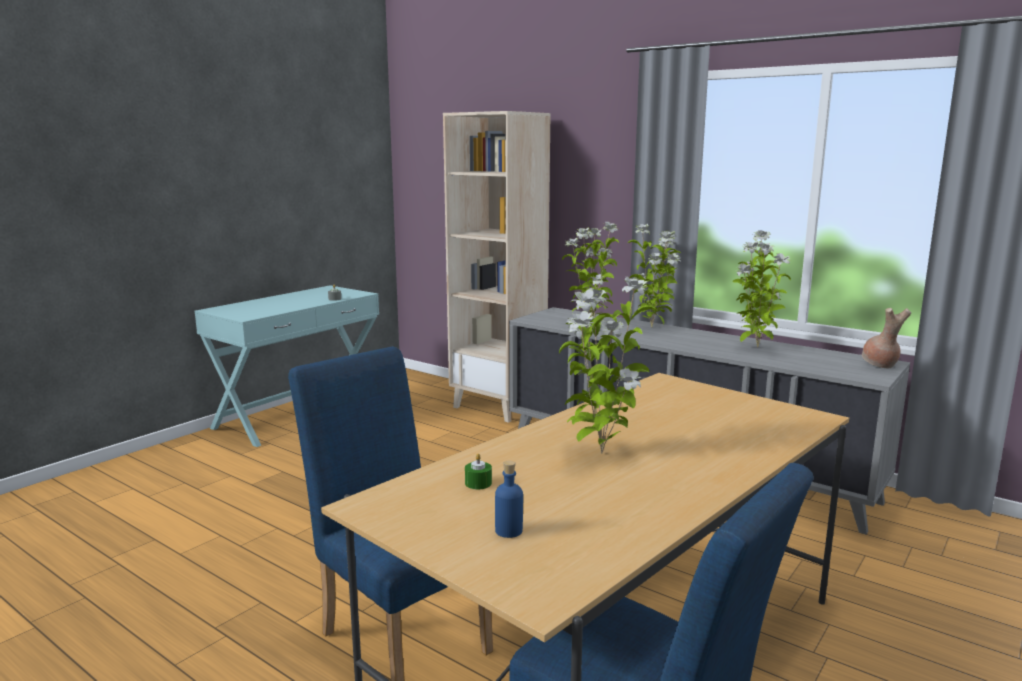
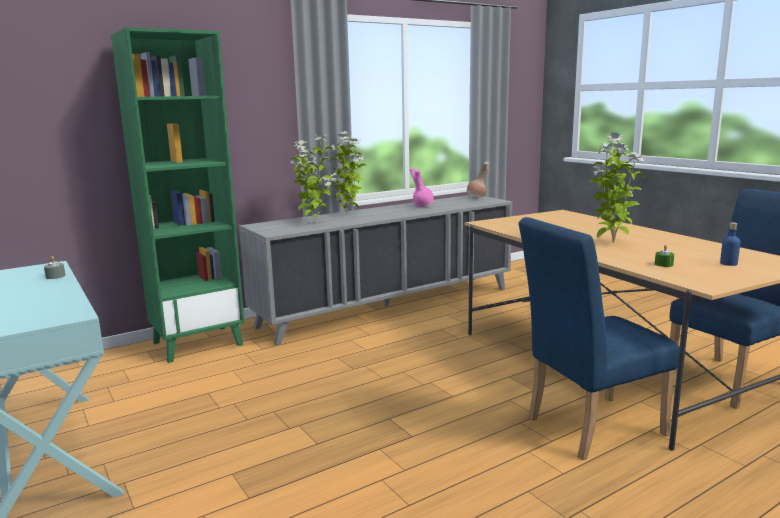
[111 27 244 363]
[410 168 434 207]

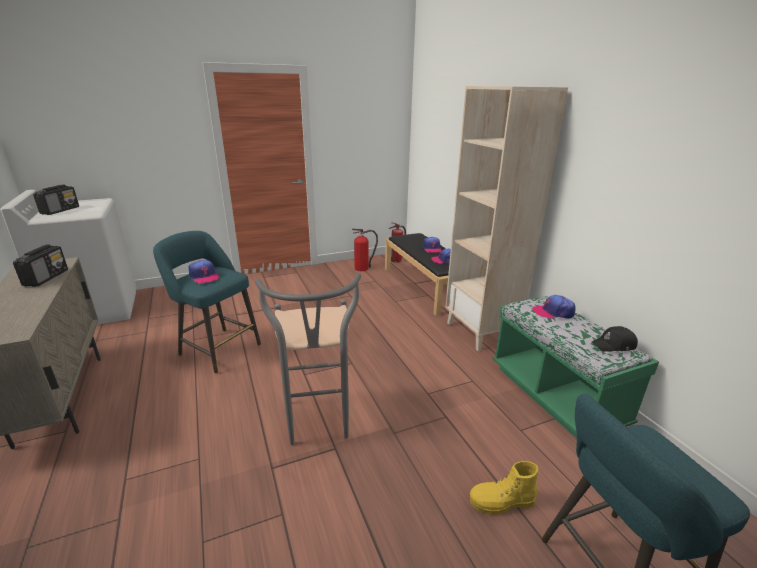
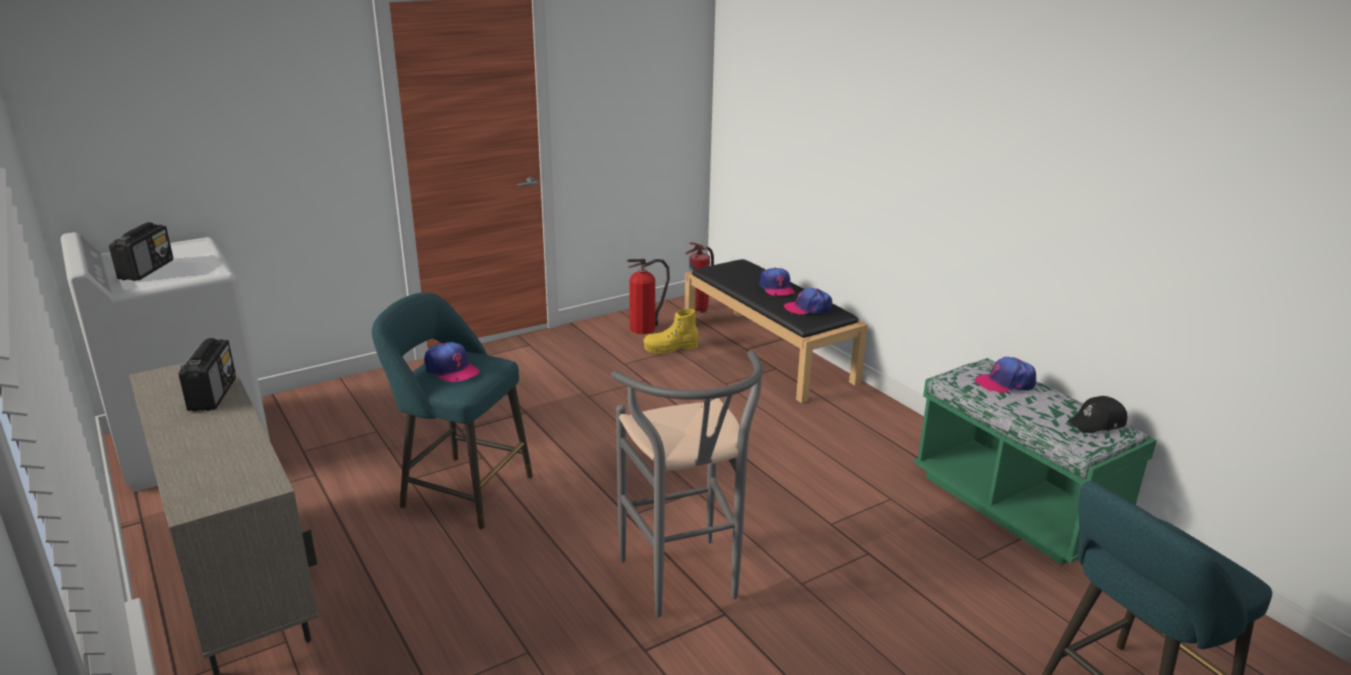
[643 309 699 354]
[445 86 568 352] (first image)

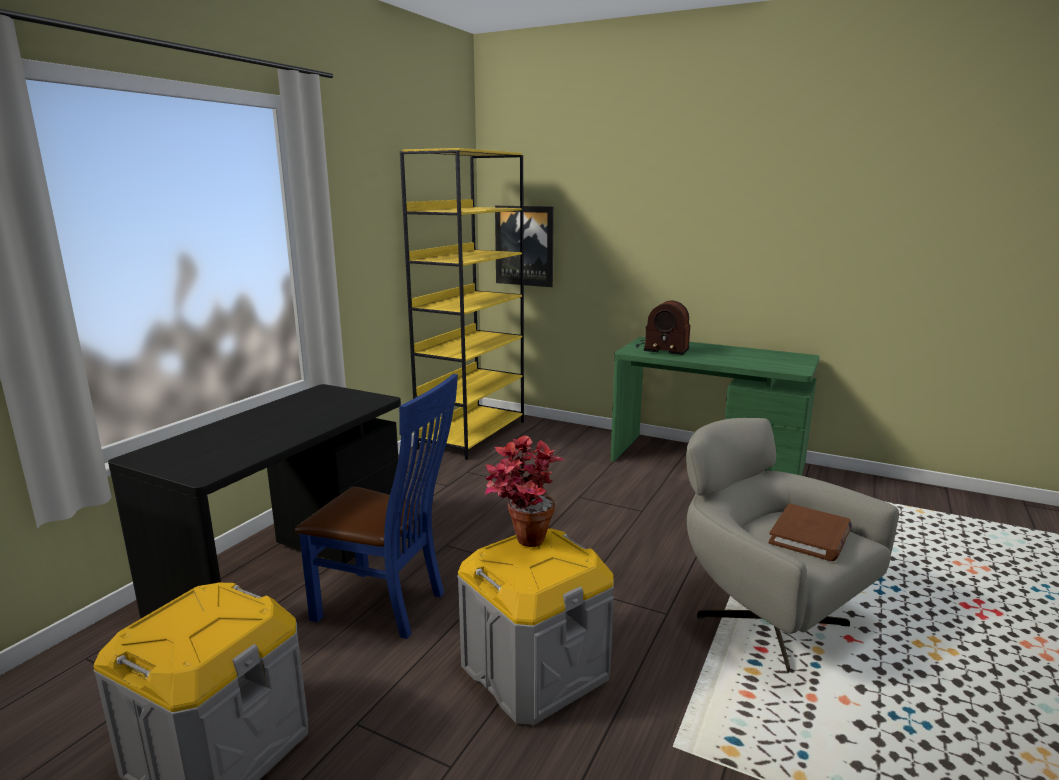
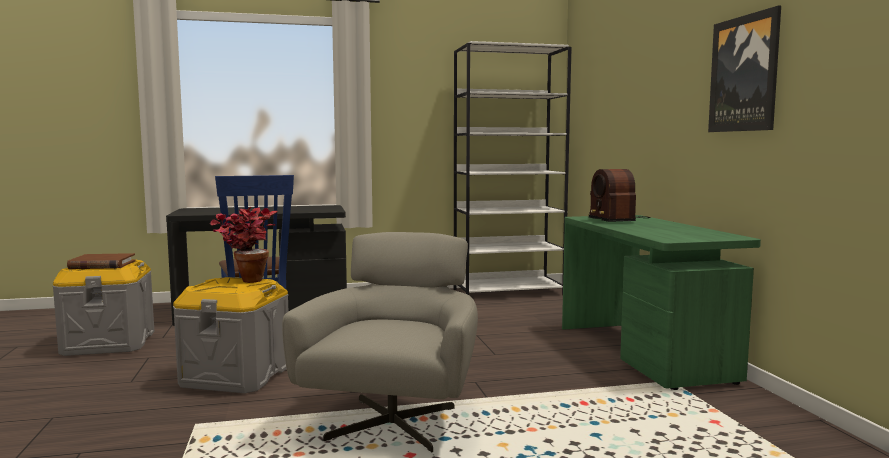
[67 253 135 269]
[454 41 572 296]
[708 6 781 132]

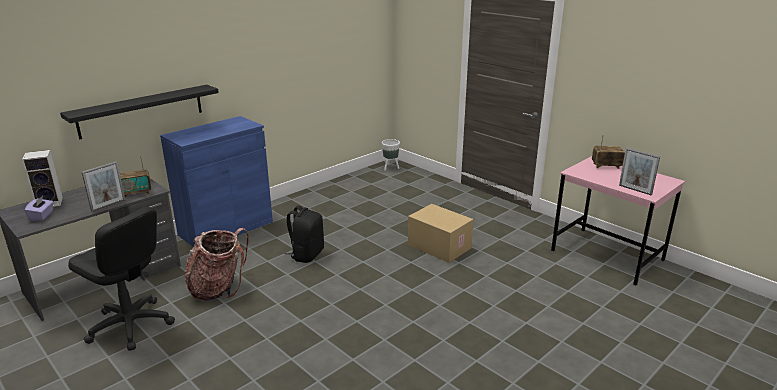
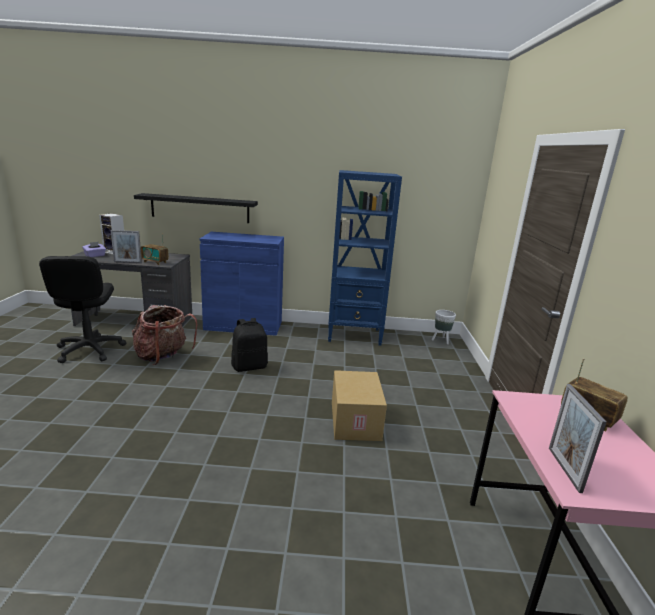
[328 170 402 346]

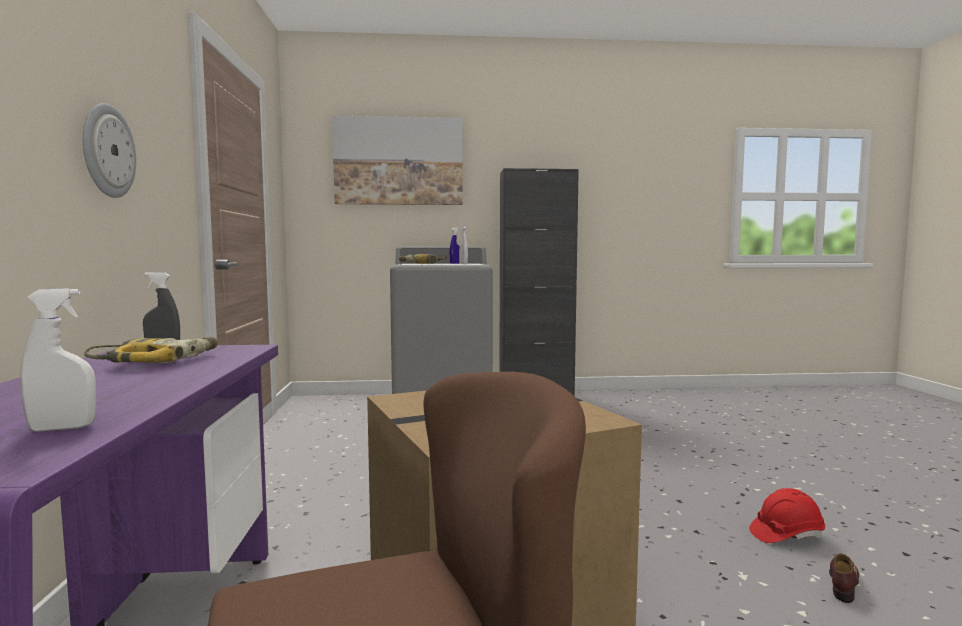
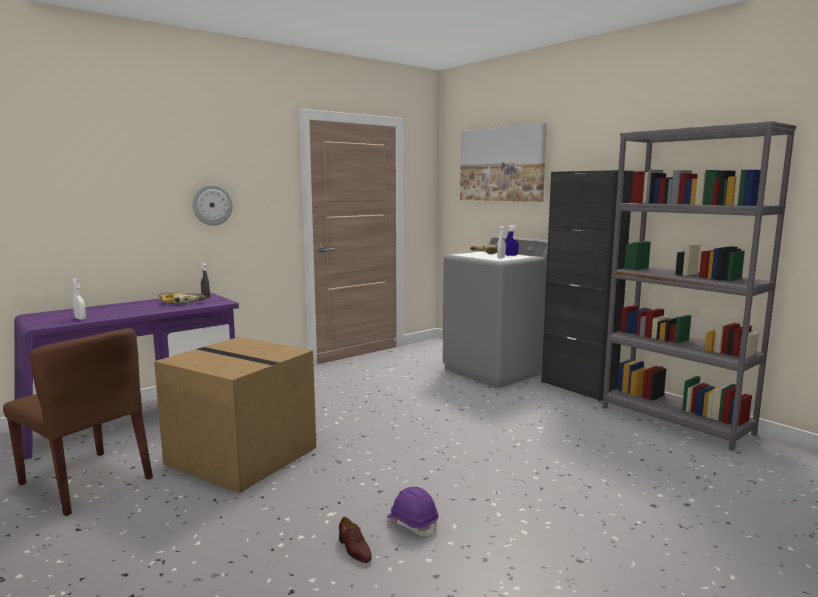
[339 517 372 563]
[387 487 439 536]
[602 121 796 451]

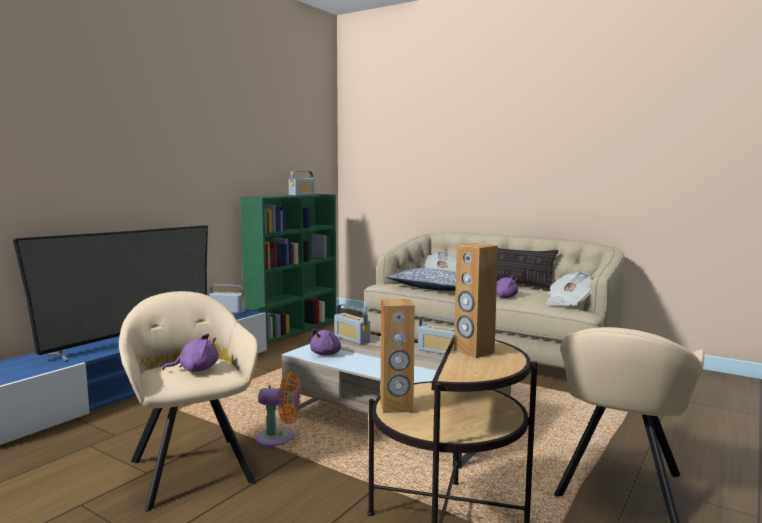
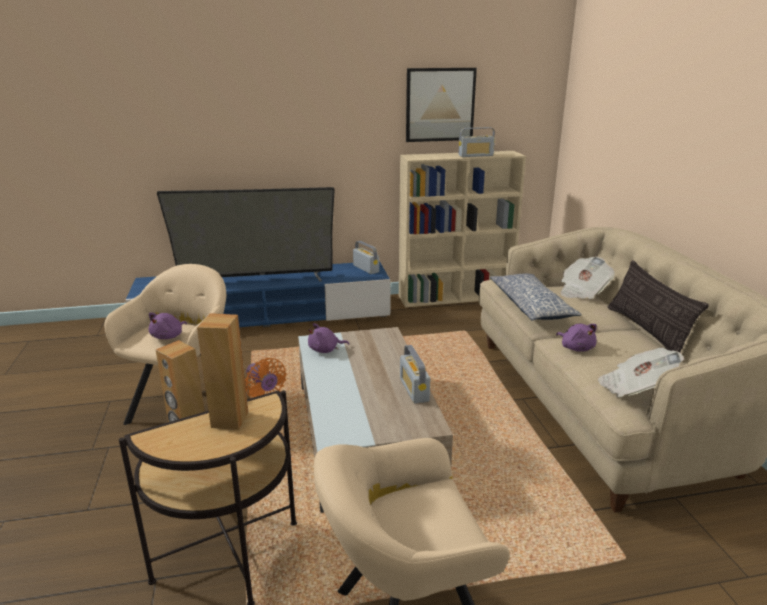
[149 312 187 339]
[399 151 526 307]
[406 68 477 142]
[334 304 370 345] (first image)

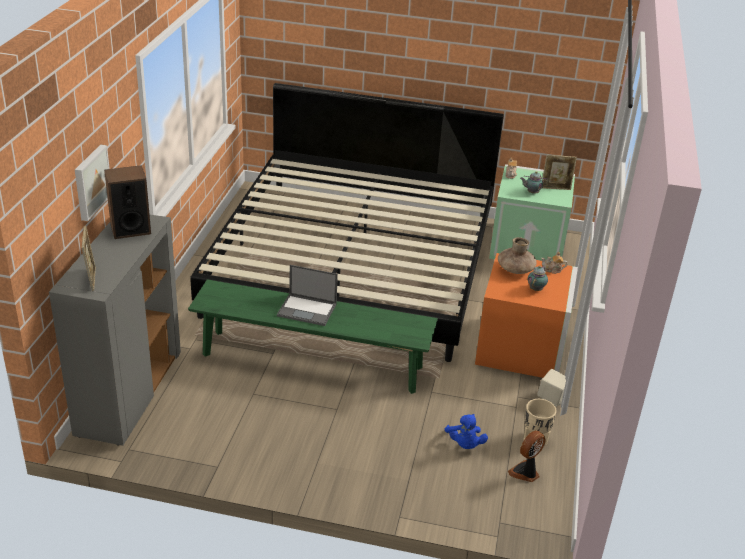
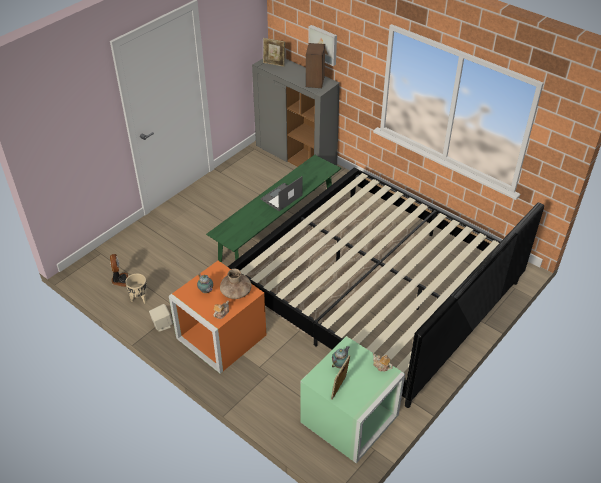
[445 414 488 449] (first image)

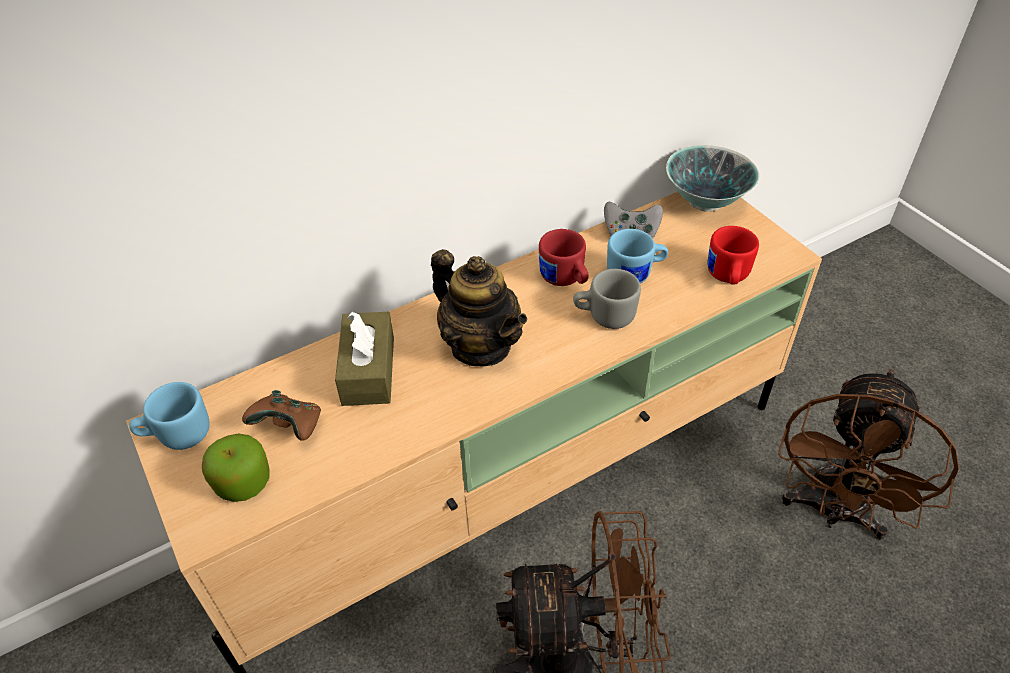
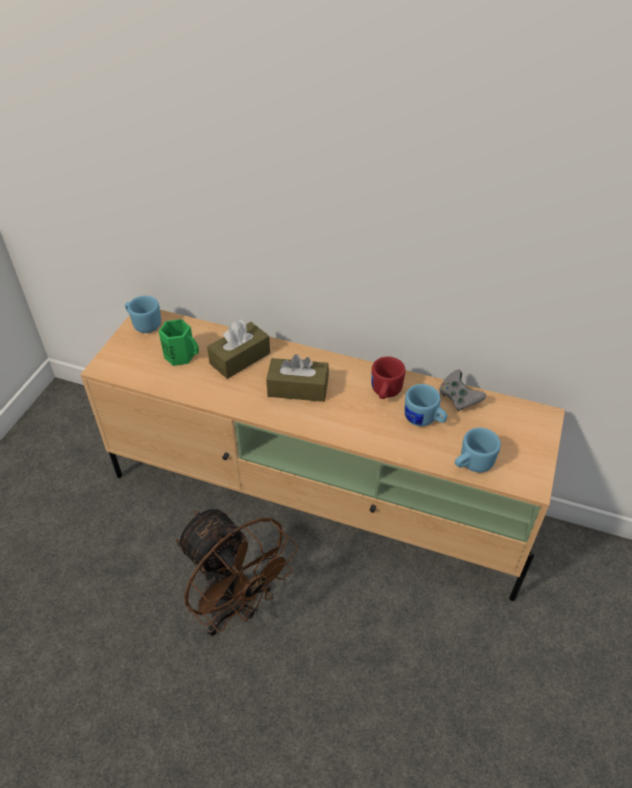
[159 319 199 366]
[266 354 329 402]
[455 428 501 473]
[202 434 270 502] (first image)
[573 269 641 329] (first image)
[666 145 759 212] (first image)
[778 369 959 540] (first image)

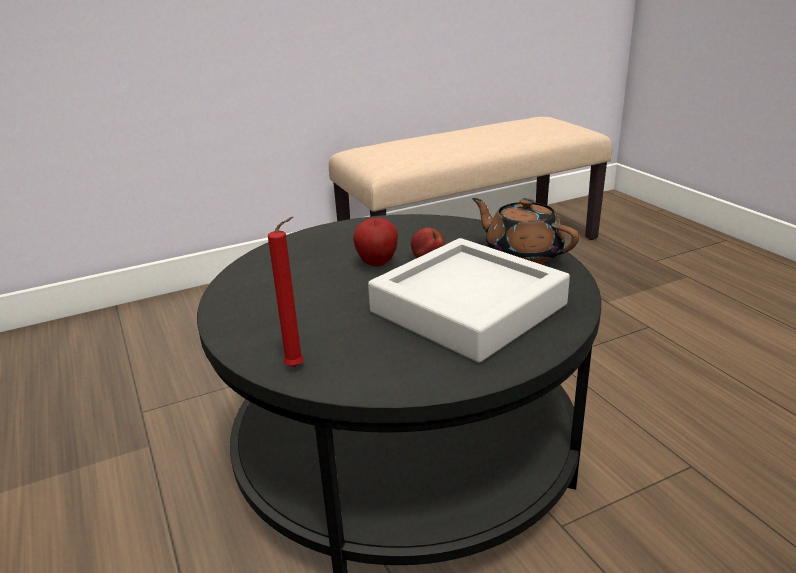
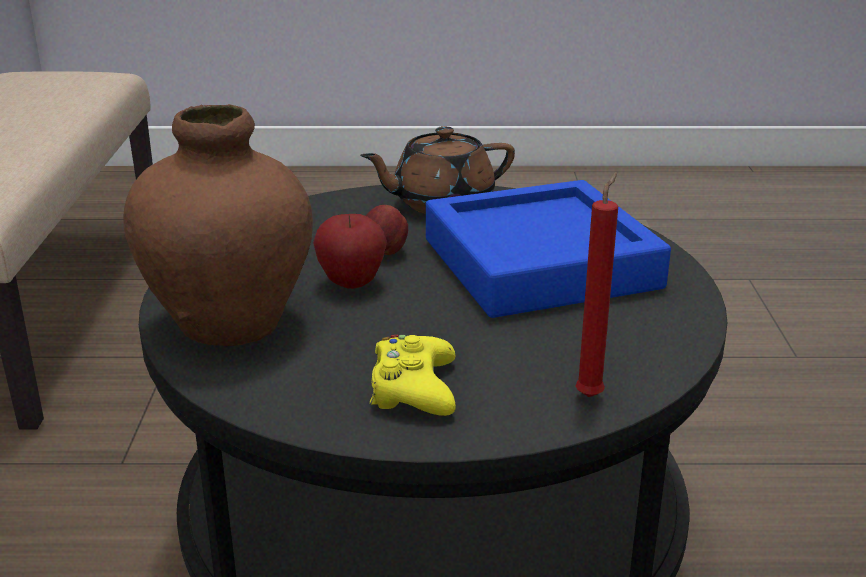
[123 104 313 346]
[370 335 456 416]
[426 180 671 318]

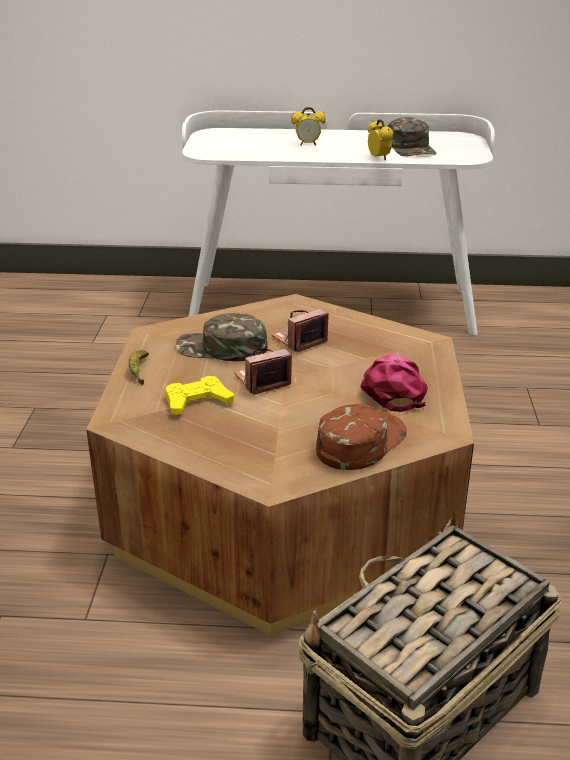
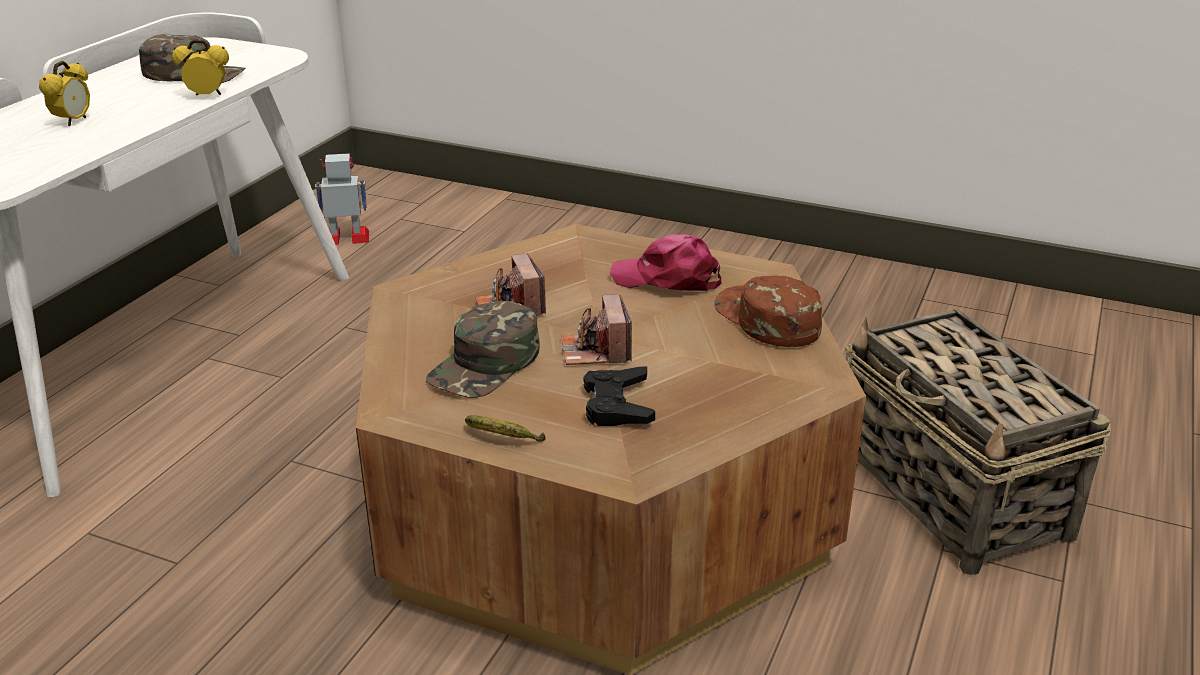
[315 153 369 245]
[583 366 655 426]

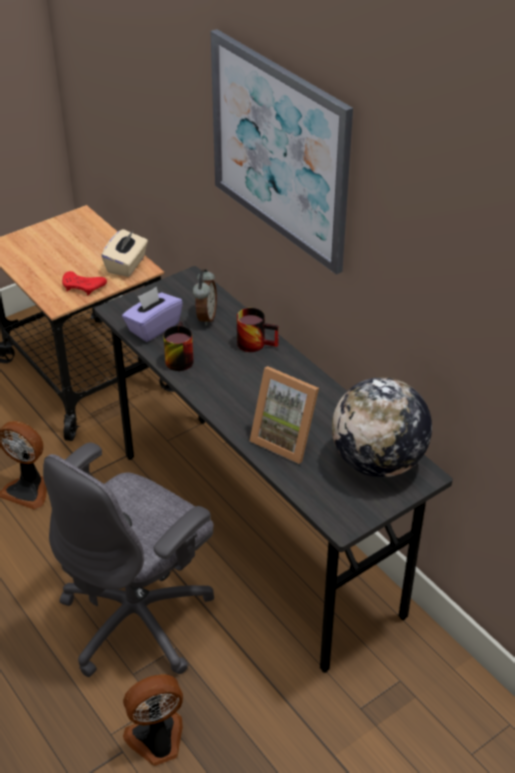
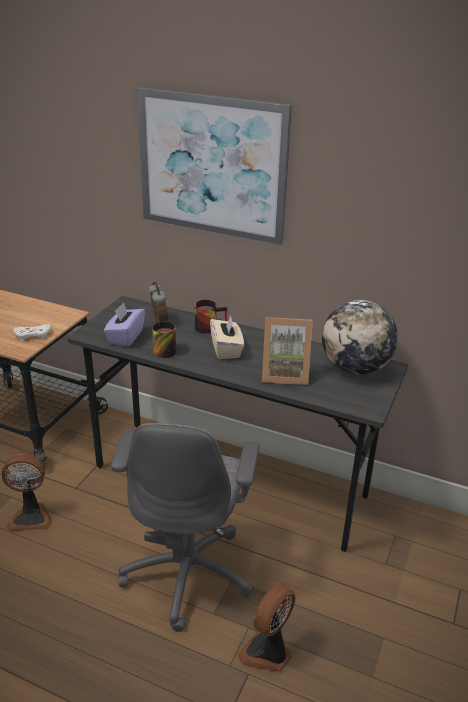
[13 324 51 341]
[210 316 244 359]

